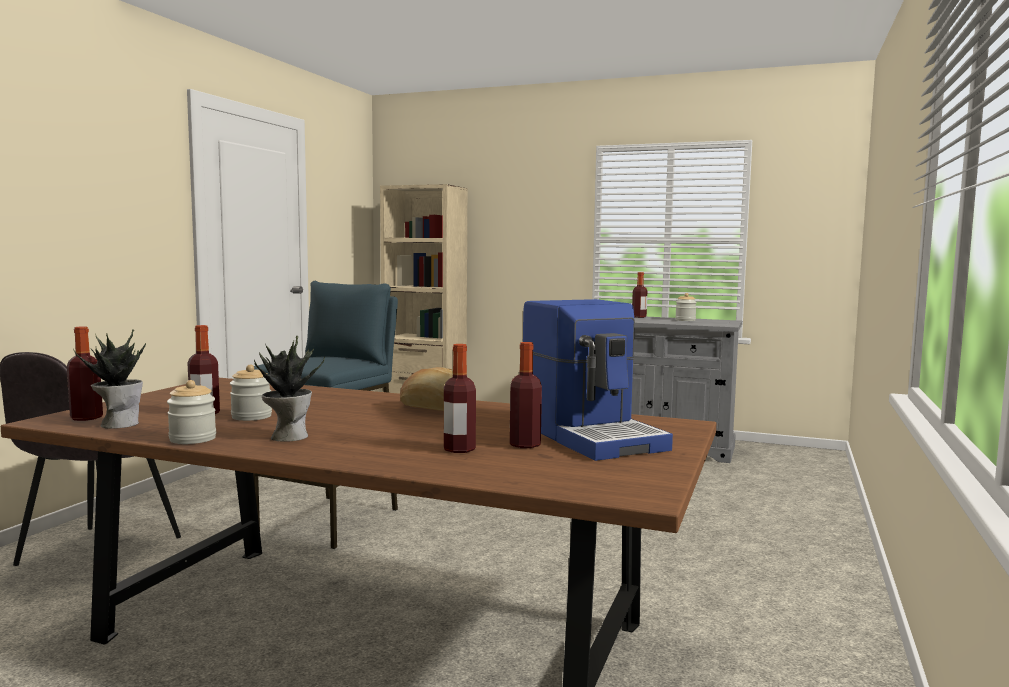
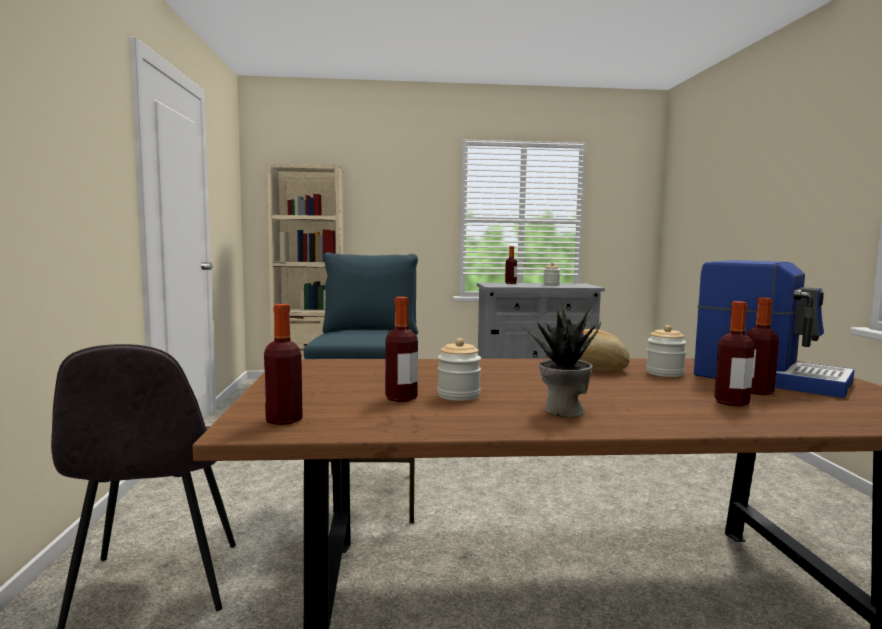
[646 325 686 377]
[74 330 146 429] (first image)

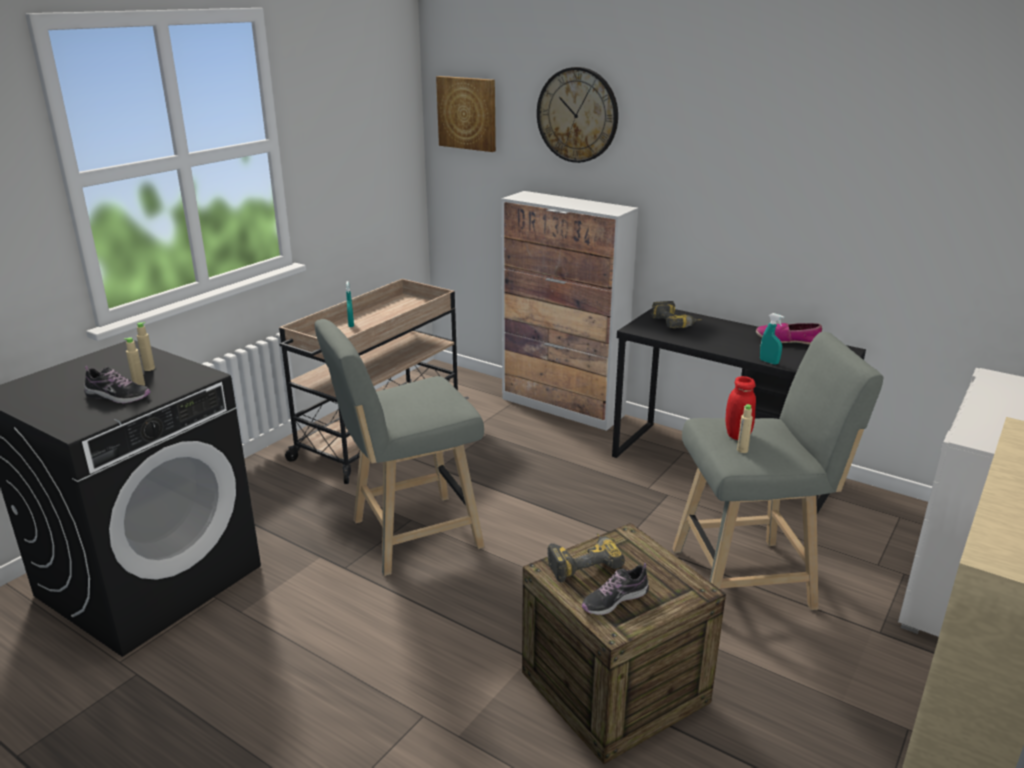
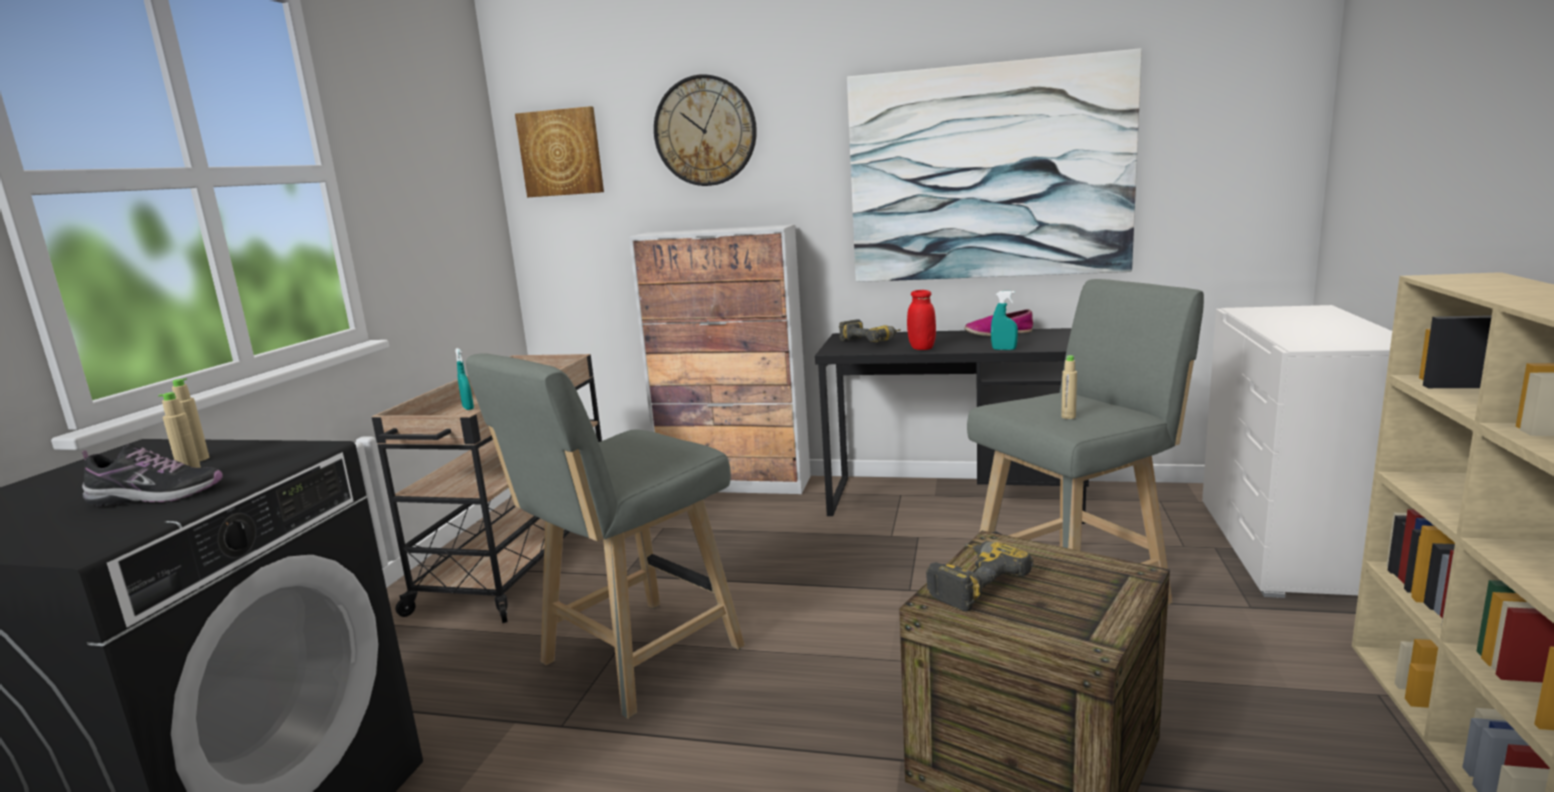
[847 48 1142 282]
[907 290 936 350]
[582 563 649 615] (first image)

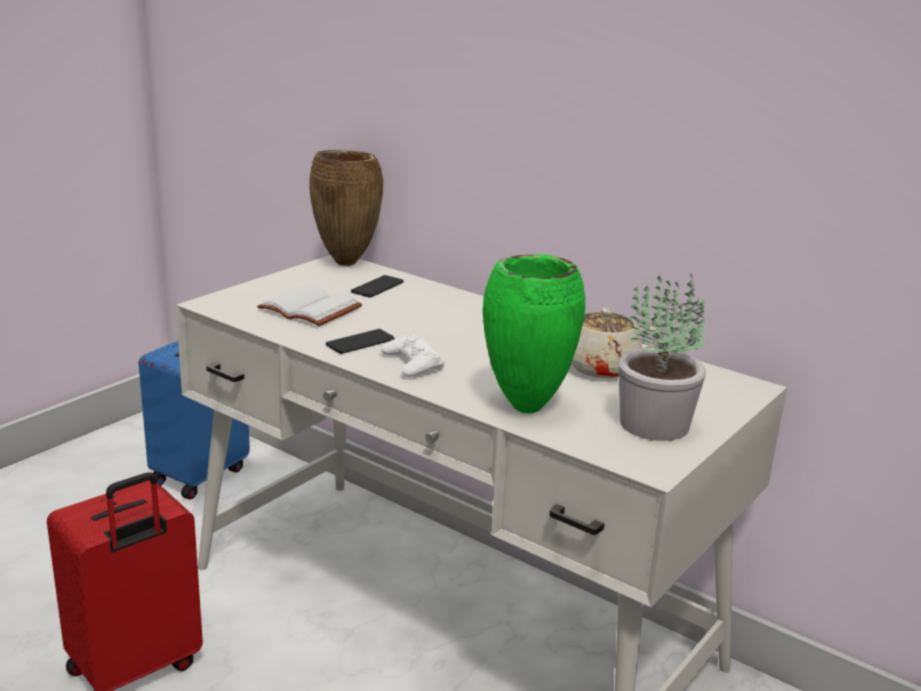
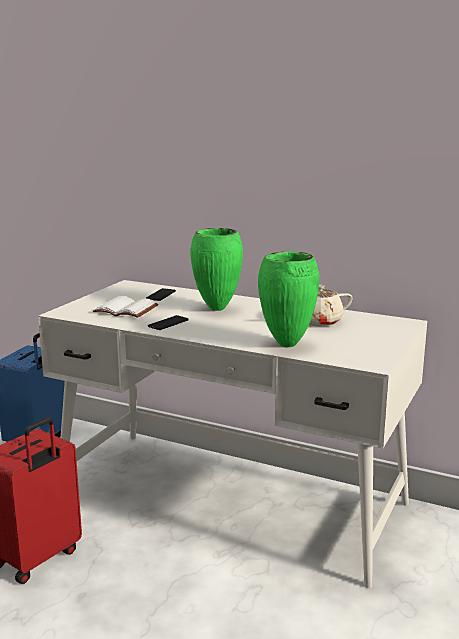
[190 228 243 311]
[310 150 383 266] (first image)
[381 335 445 377] (first image)
[619 274 706 441] (first image)

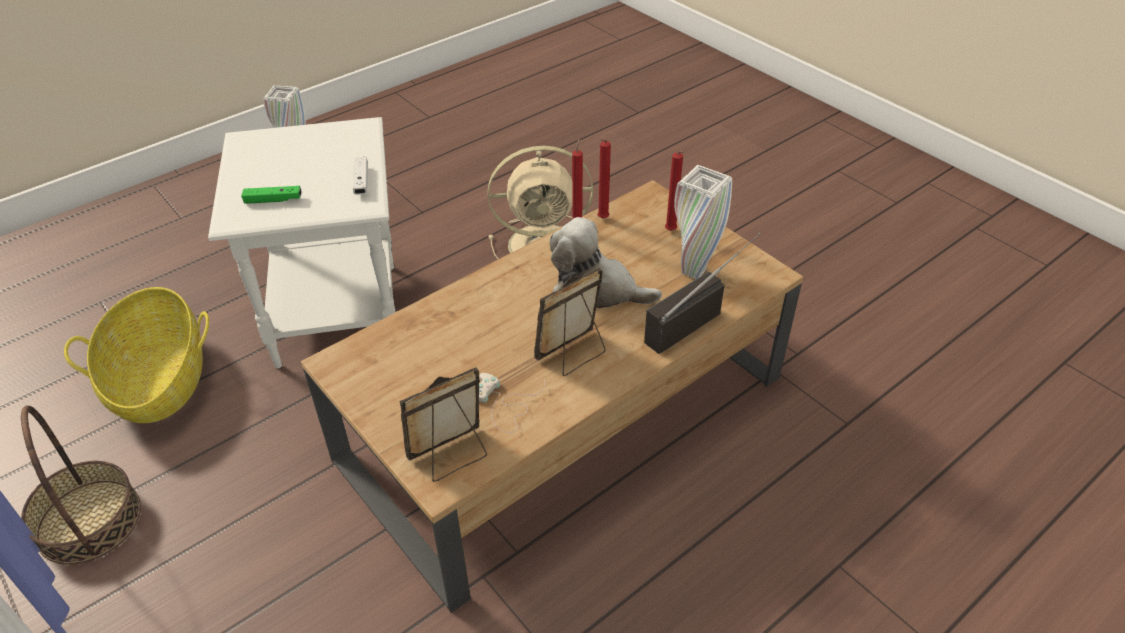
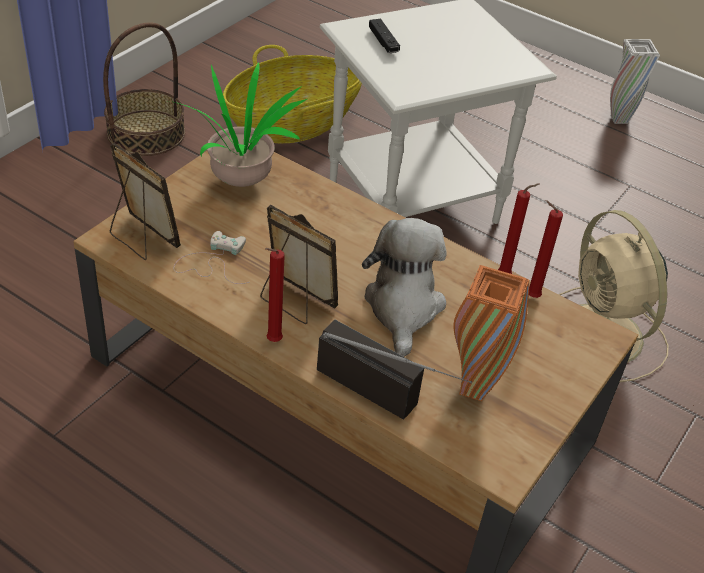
[171 62 307 187]
[265 248 285 342]
[369 19 400 53]
[453 265 529 401]
[353 157 368 195] (first image)

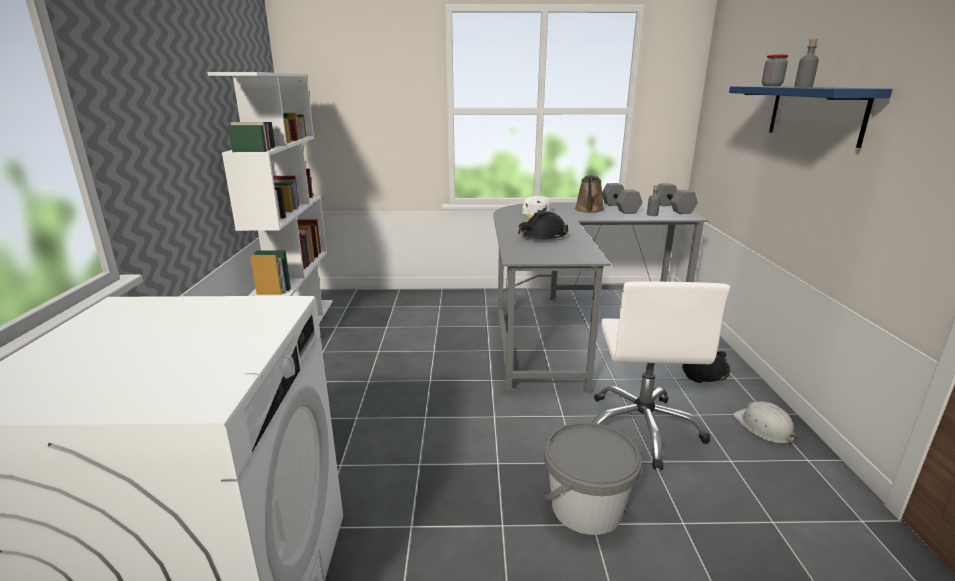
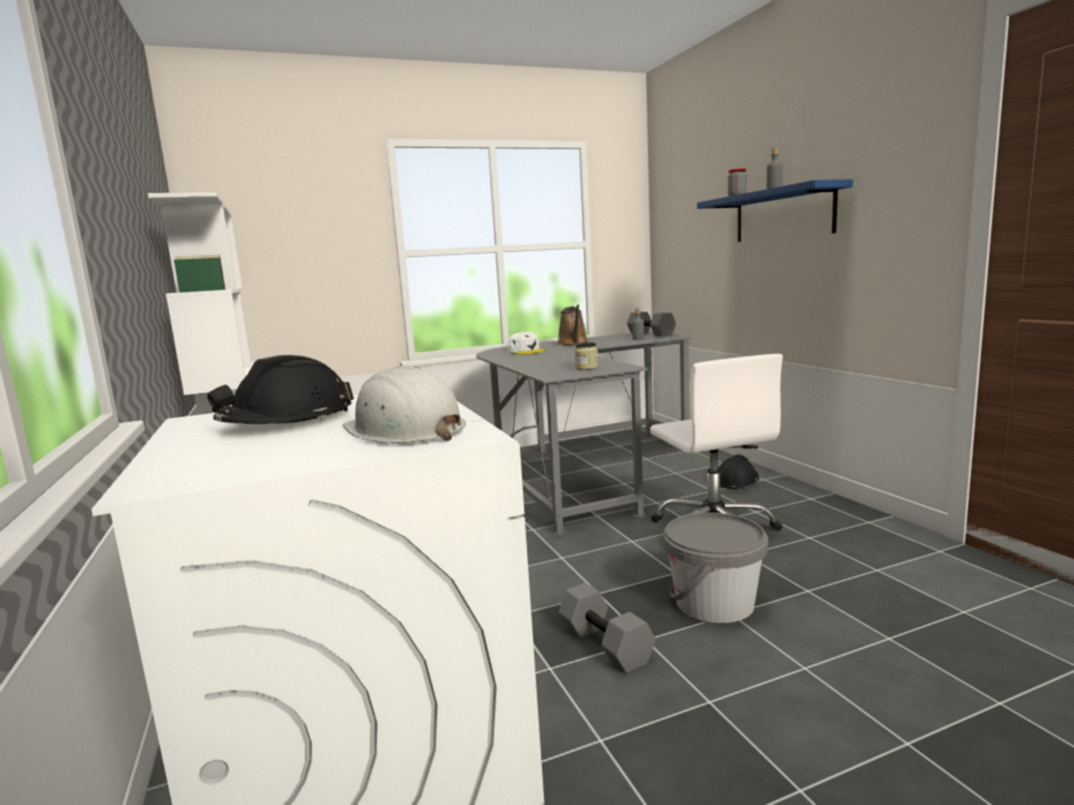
[207 355 354 424]
[343 366 466 444]
[558 583 655 673]
[575 342 598 369]

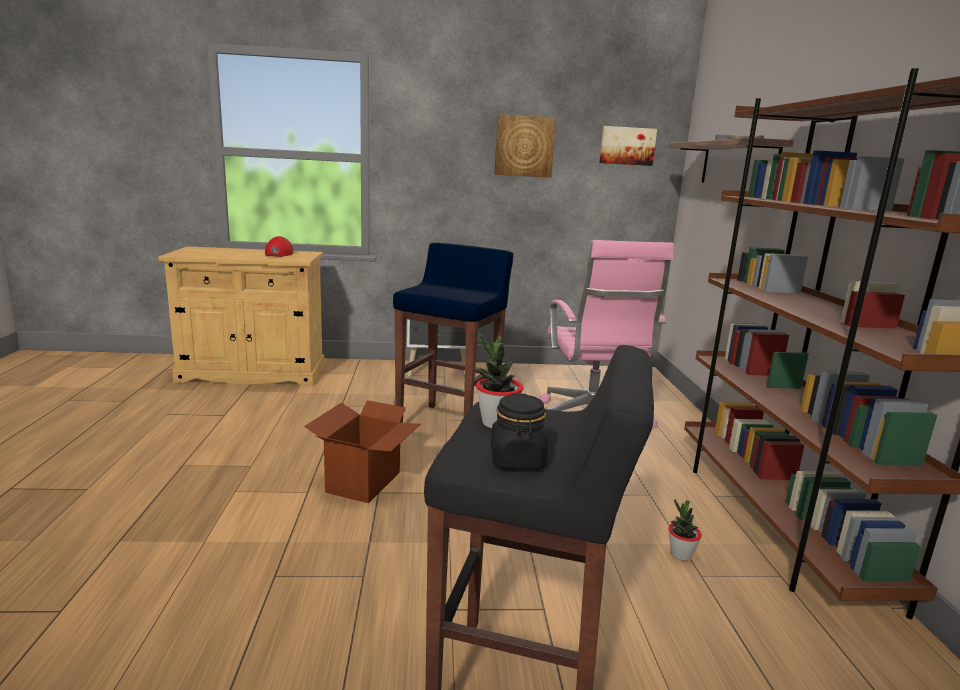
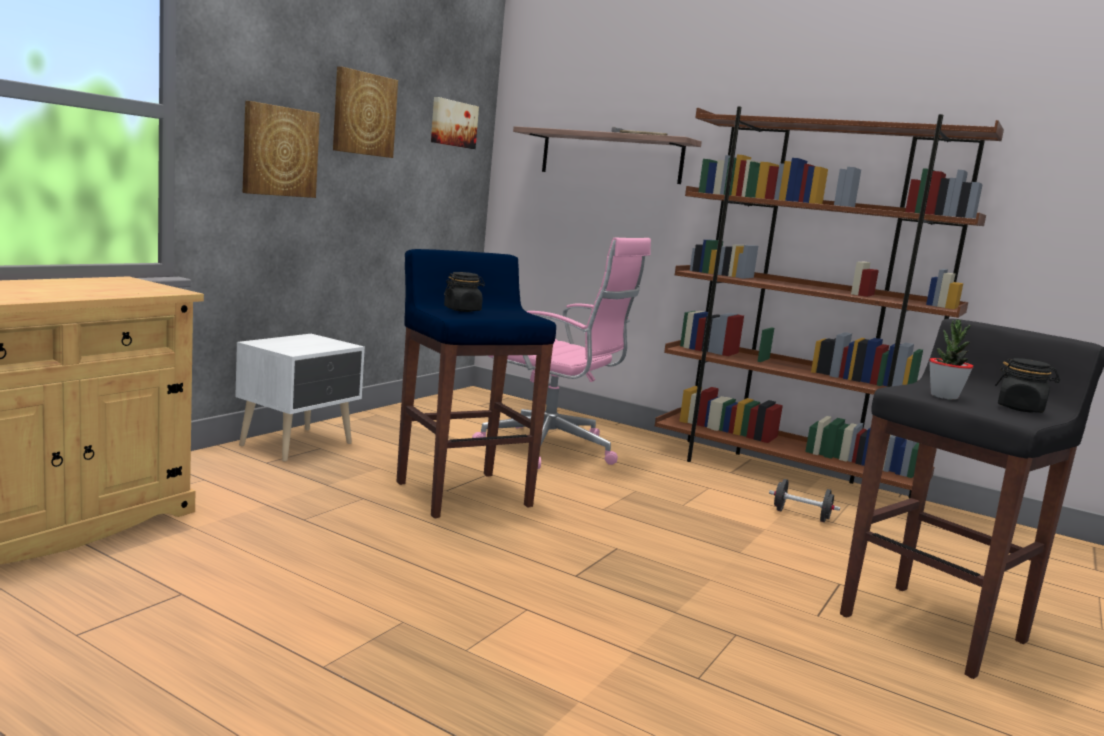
[243 101 320 198]
[444 272 485 312]
[769 479 840 522]
[265 236 293 257] (first image)
[304 400 421 503] (first image)

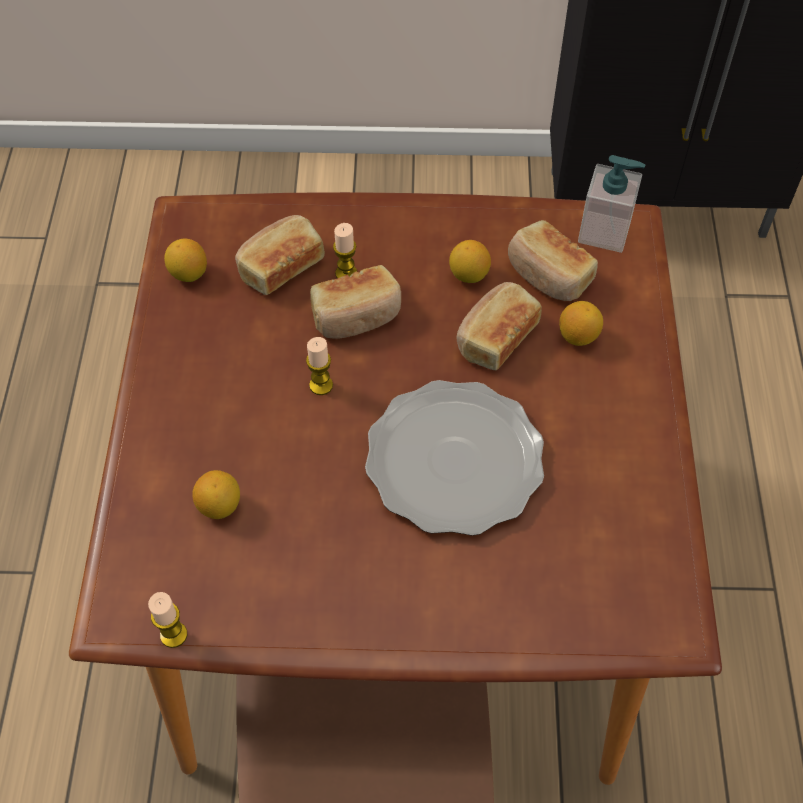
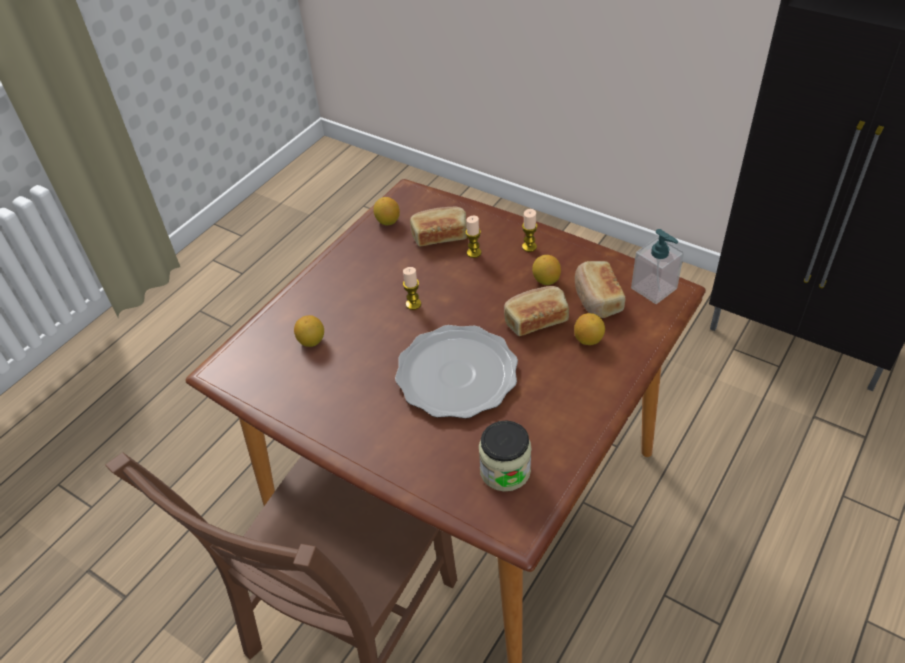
[479 420 531 492]
[522 209 537 252]
[310 265 401 339] (first image)

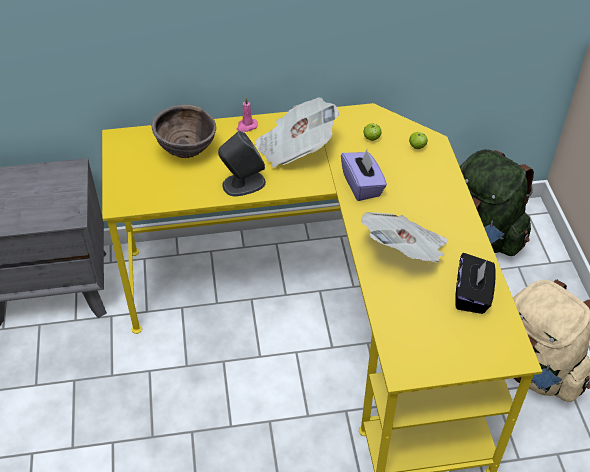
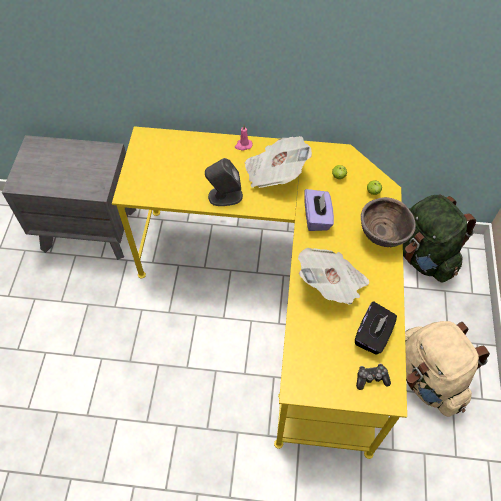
[356 364 391 390]
[361 197 416 247]

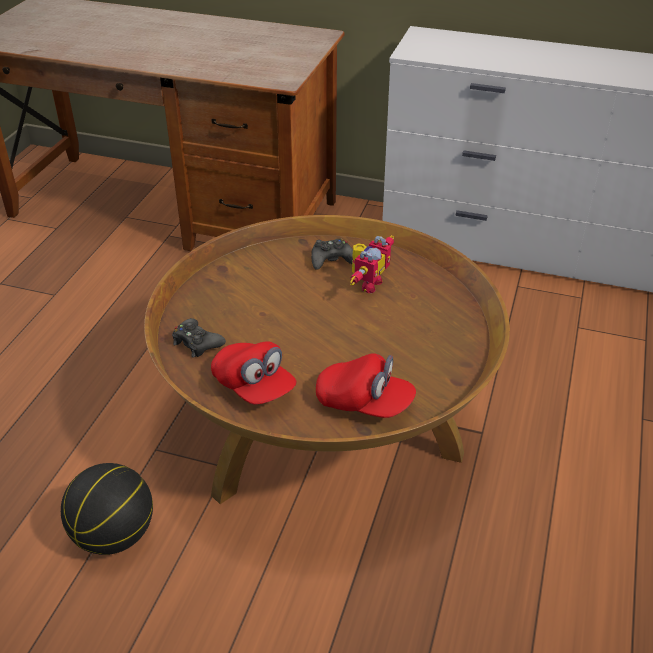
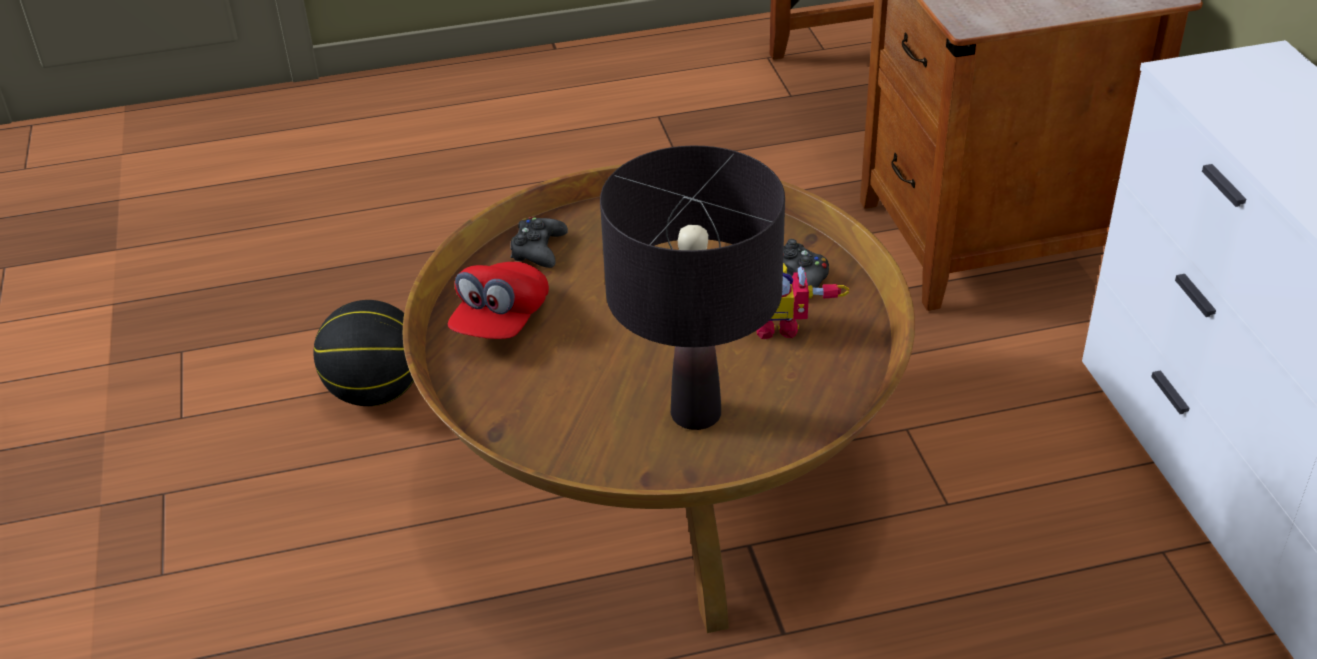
[600 146 785 430]
[316 353 416 418] (first image)

